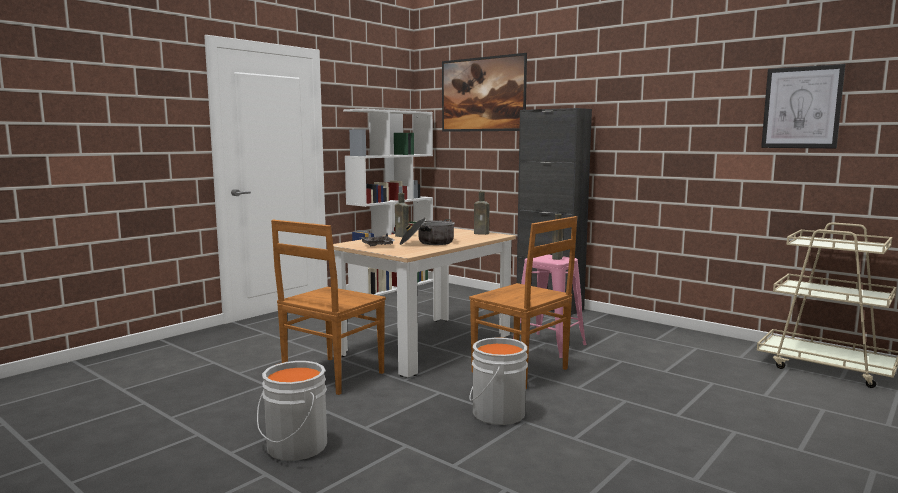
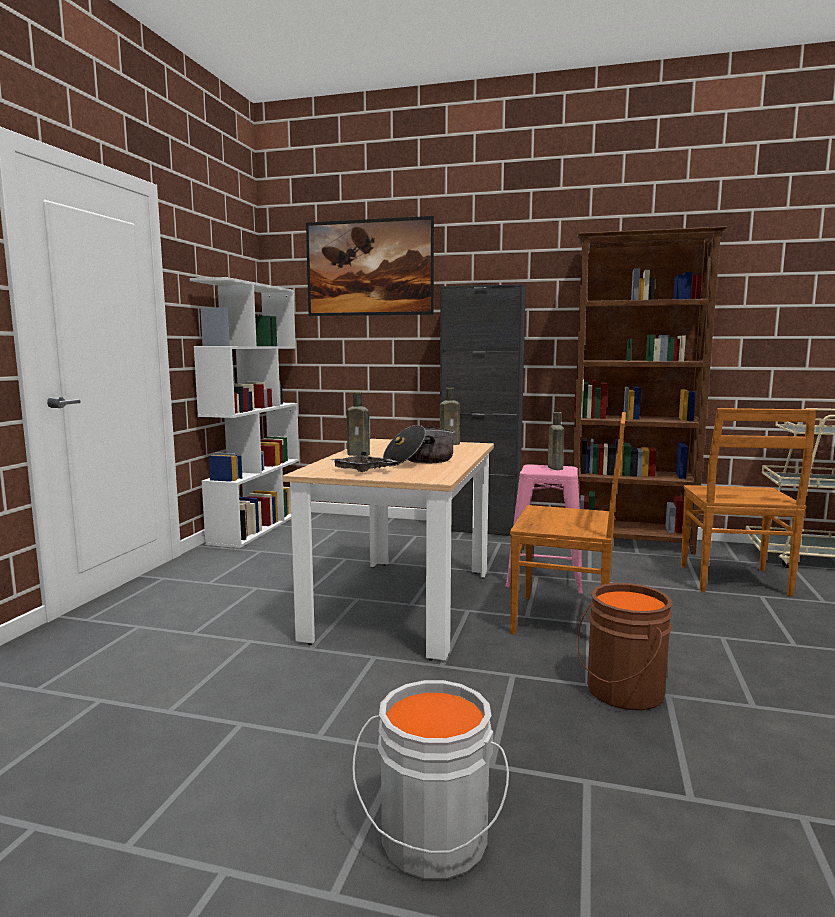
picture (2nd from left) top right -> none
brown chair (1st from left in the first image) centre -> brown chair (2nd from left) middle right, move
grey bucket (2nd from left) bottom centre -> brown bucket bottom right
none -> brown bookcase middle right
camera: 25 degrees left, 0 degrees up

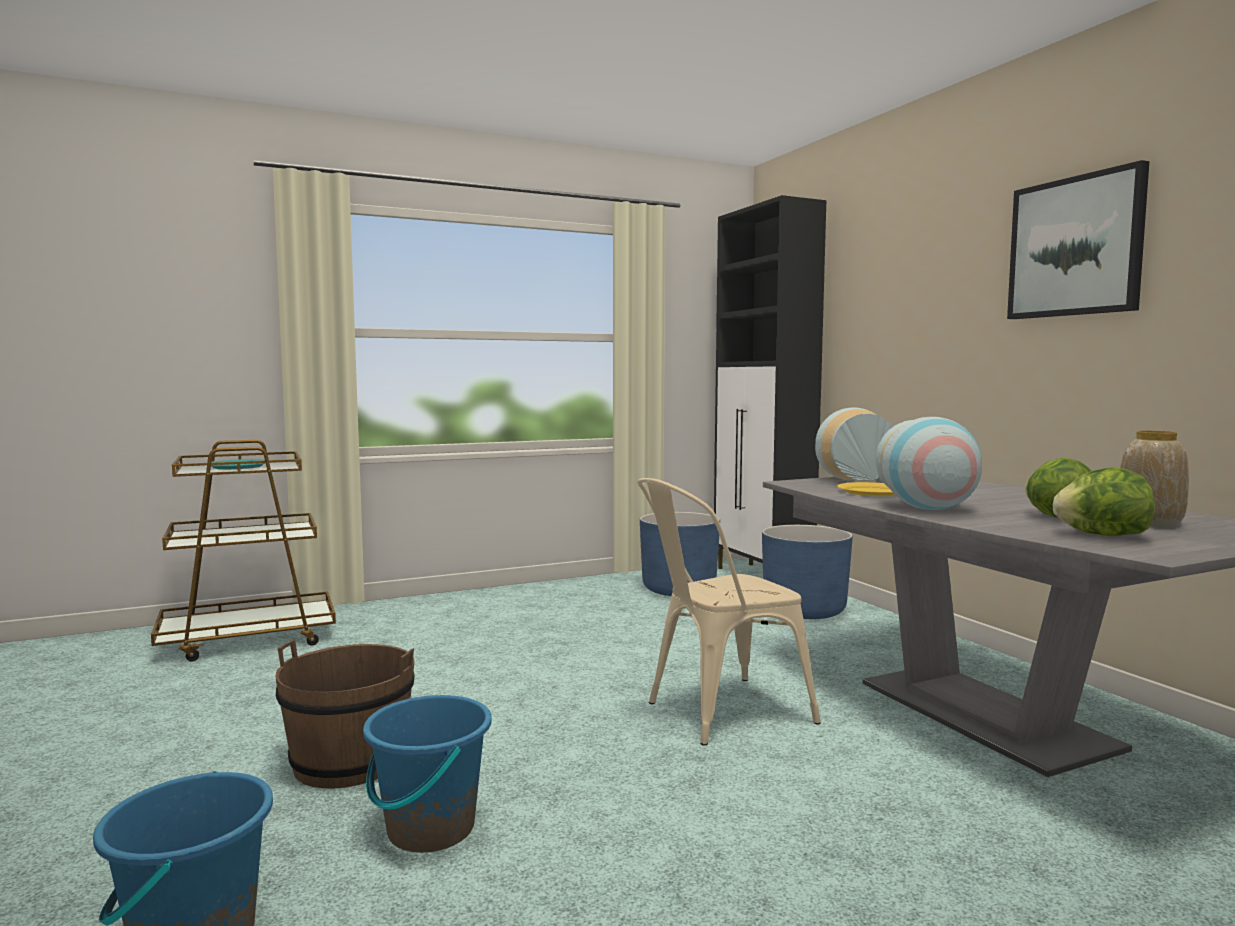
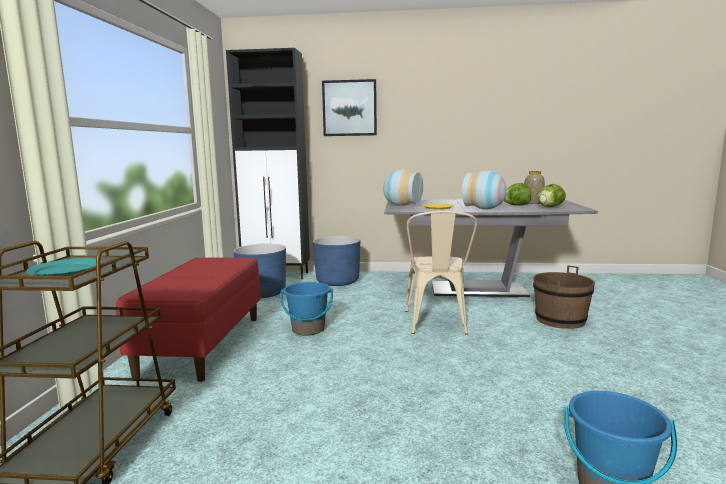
picture top right -> picture top centre, move
brown bucket bottom left -> brown bucket middle right, move
blue bucket (2nd from left in the first image) bottom centre -> blue bucket (1st from left) centre, move
none -> red bench middle left
camera: 60 degrees left, 5 degrees up

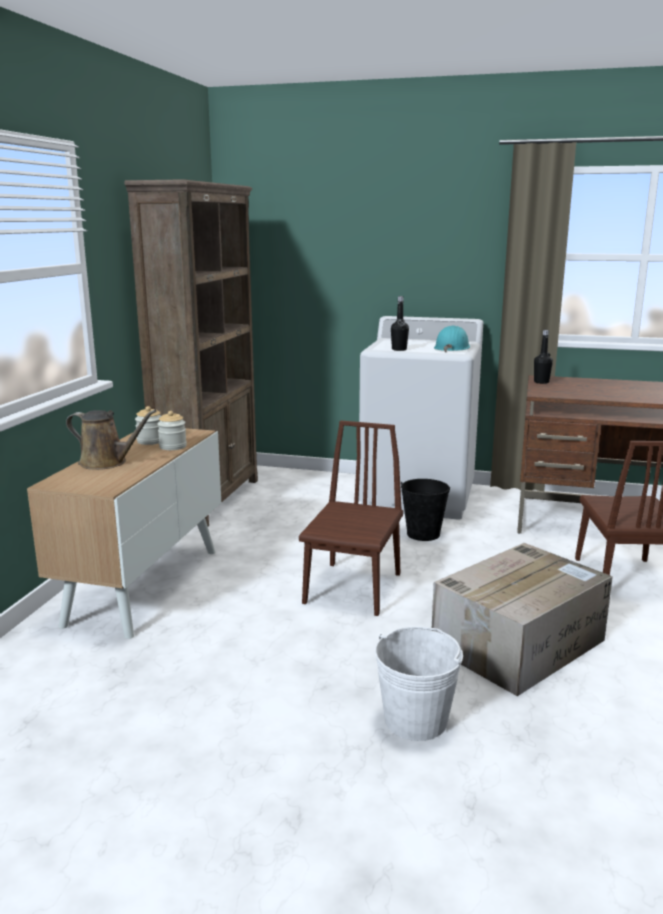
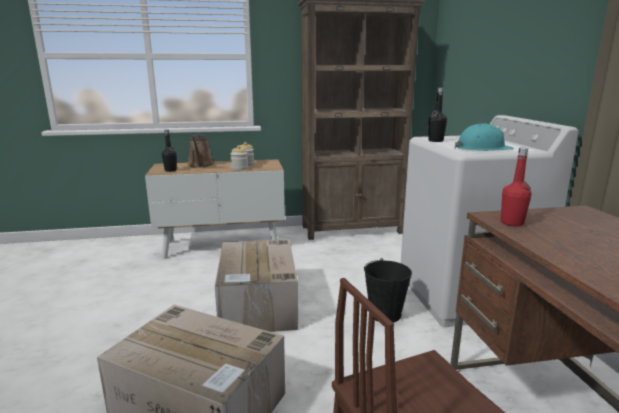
black bottle (2nd from left in the first image) middle right -> black bottle (1st from left) middle left, move
brown chair (1st from left) centre -> cardboard box (2nd from left) bottom centre
white bucket bottom centre -> none
none -> red bottle middle right
camera: 65 degrees right, 0 degrees up

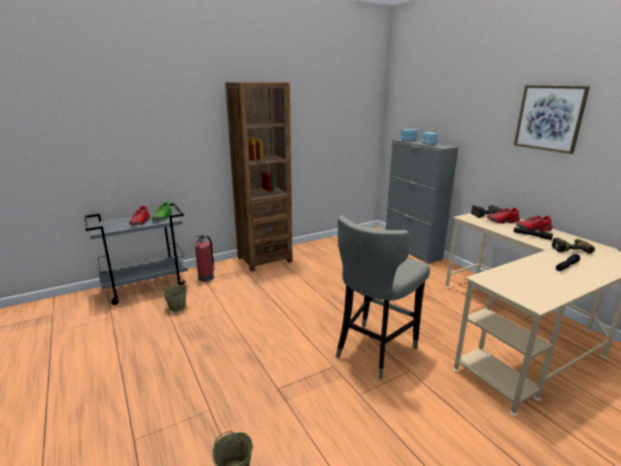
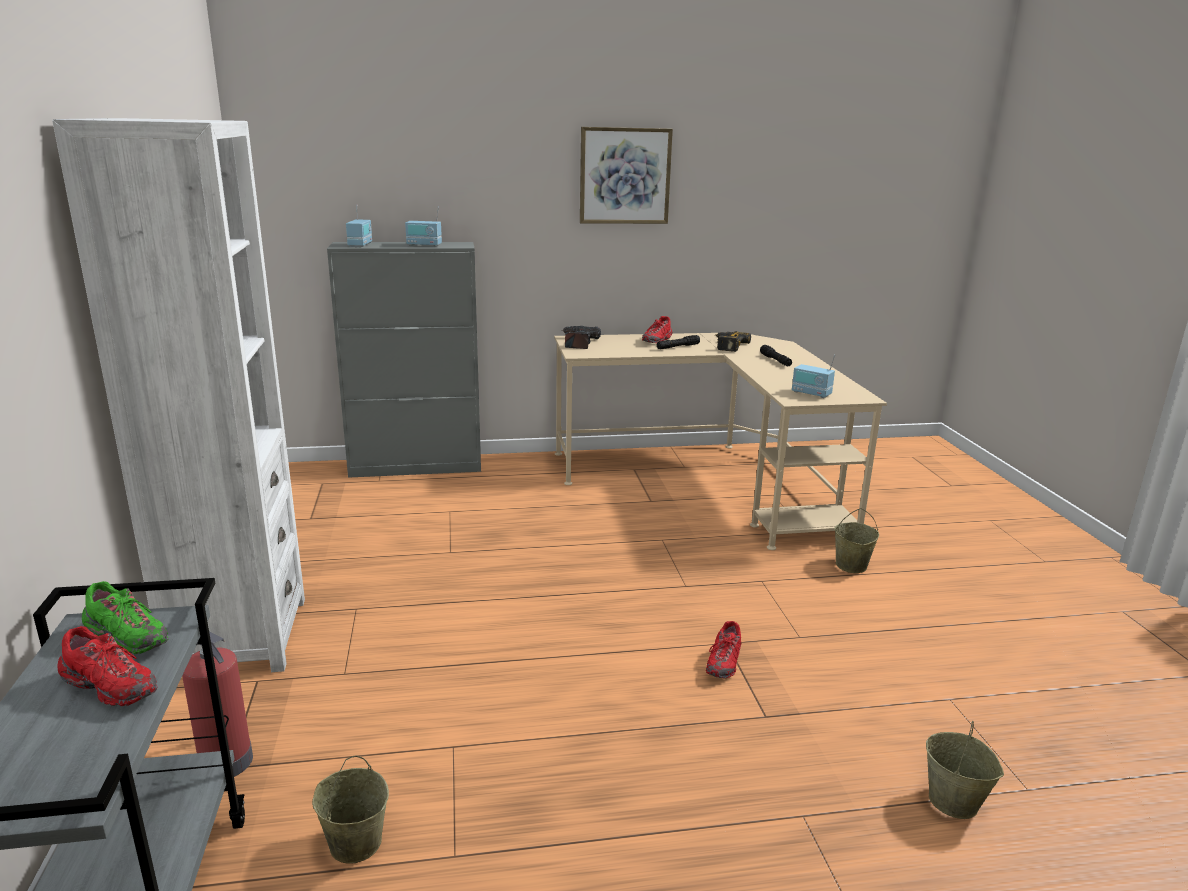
brown bookcase centre -> white bookcase middle left
red shoe (2nd from left in the first image) middle right -> red shoe (3rd from left) bottom centre, move
grey stool centre -> none
none -> radio (3rd from left) middle right
none -> beige bucket (2nd from left) middle right
camera: 70 degrees left, 0 degrees up

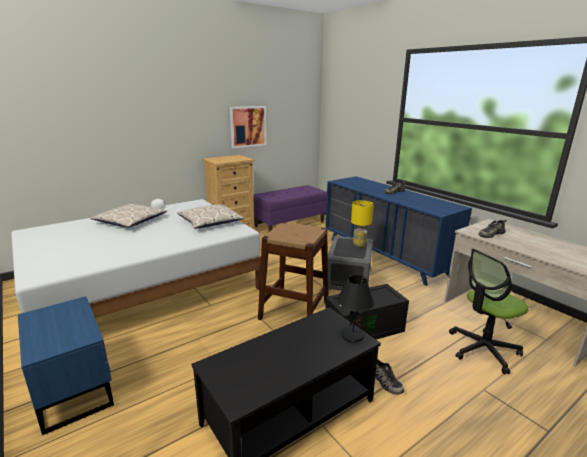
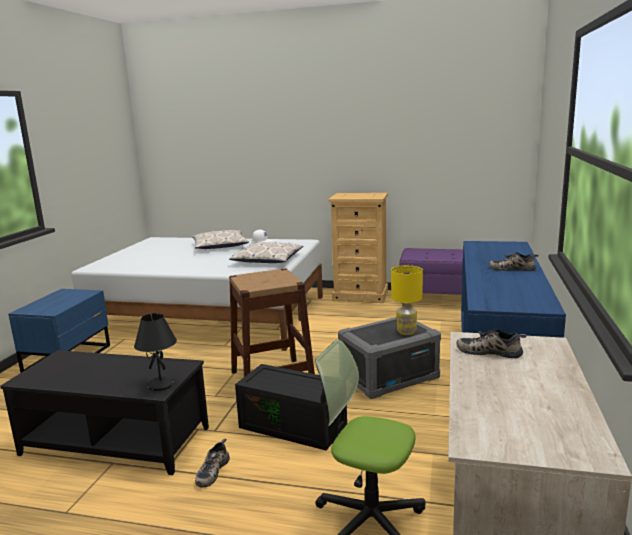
picture top centre -> none
camera: 50 degrees right, 5 degrees down

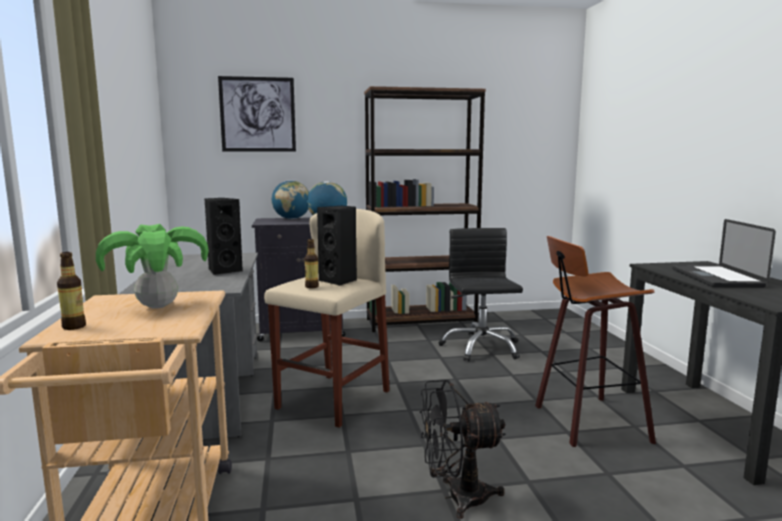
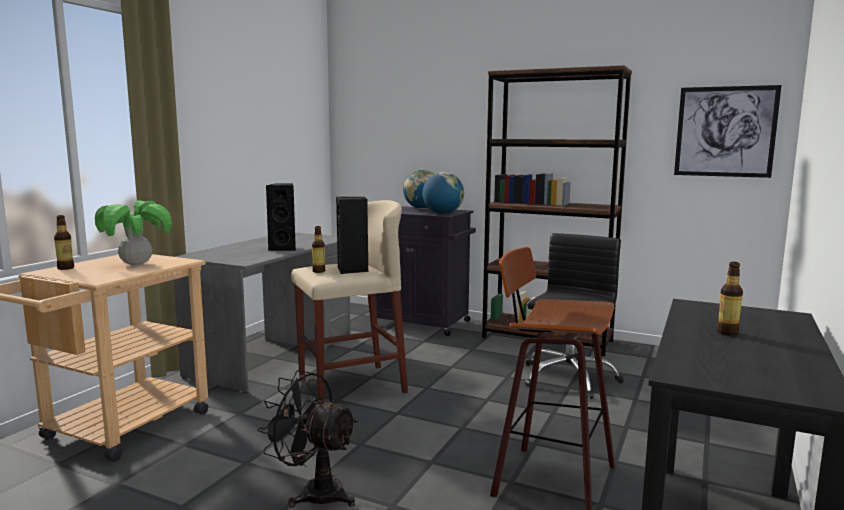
picture top left -> picture top right, move
laptop middle right -> bottle (3rd from left) middle right
camera: 35 degrees right, 0 degrees up

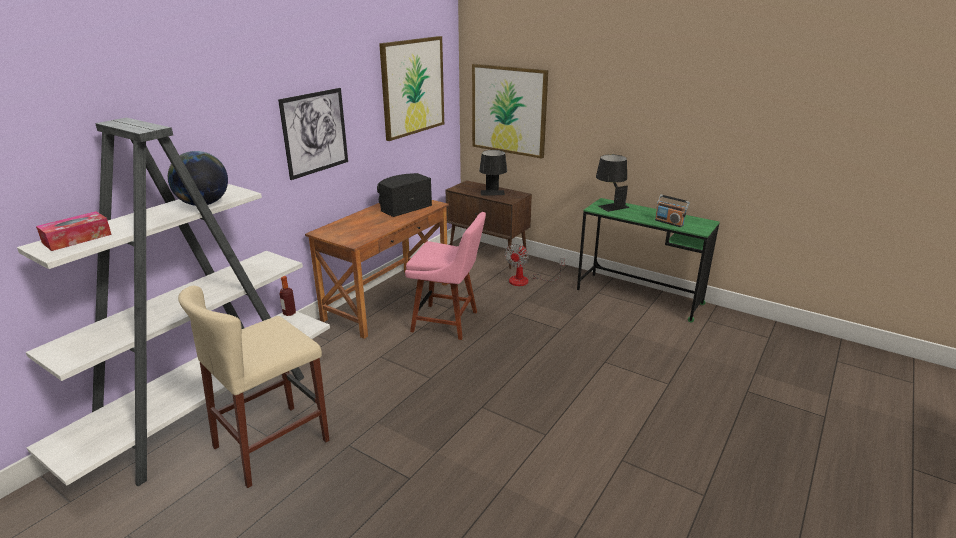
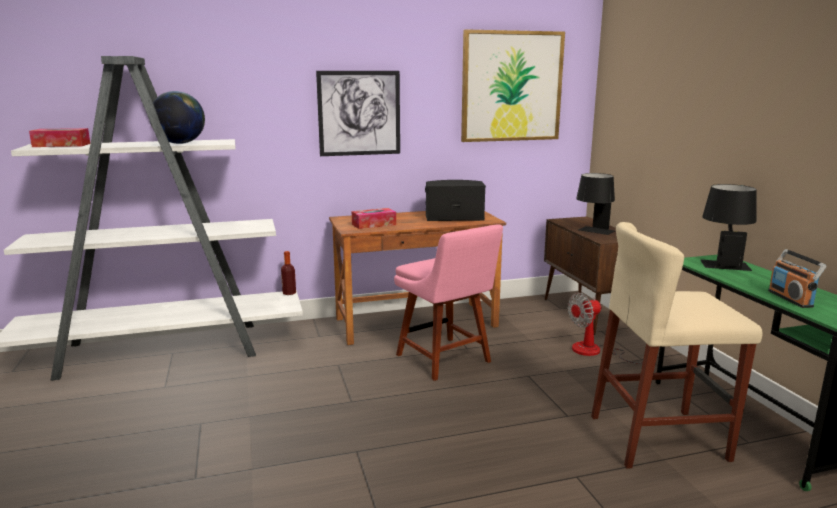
picture (3rd from left) top centre -> none
beige stool bottom left -> beige stool bottom right, move
none -> tissue box (2nd from left) centre
camera: 40 degrees right, 10 degrees down

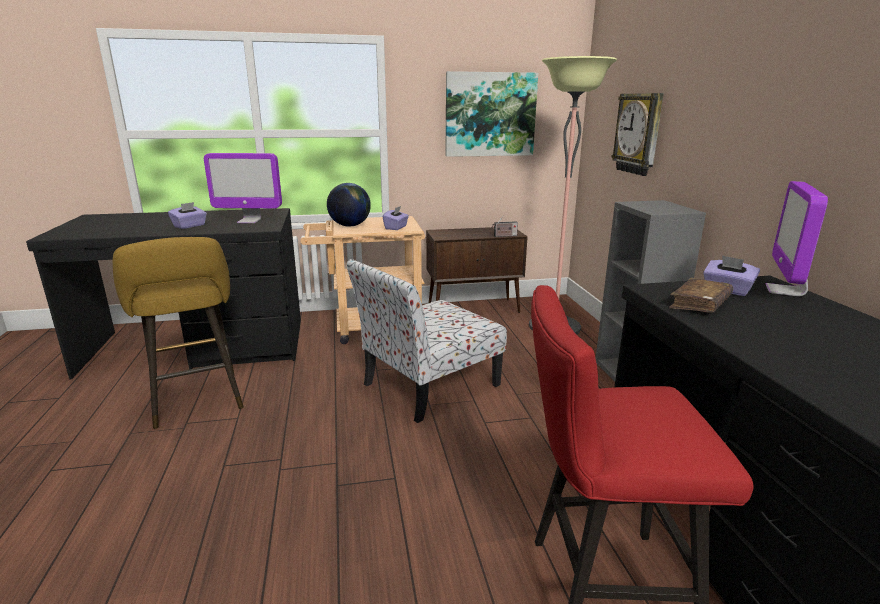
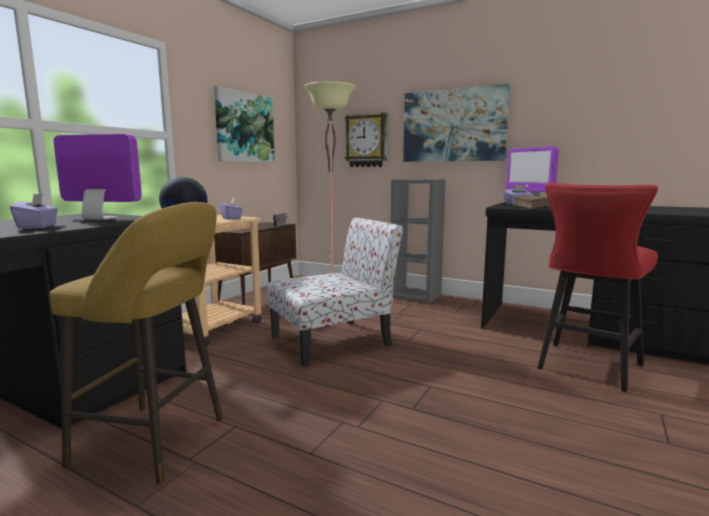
monitor (1st from left) top left -> monitor (1st from left) middle left, 120 degrees counterclockwise
chair centre, 120 degrees counterclockwise
none -> picture (2nd from left) top centre
camera: 50 degrees left, 10 degrees down

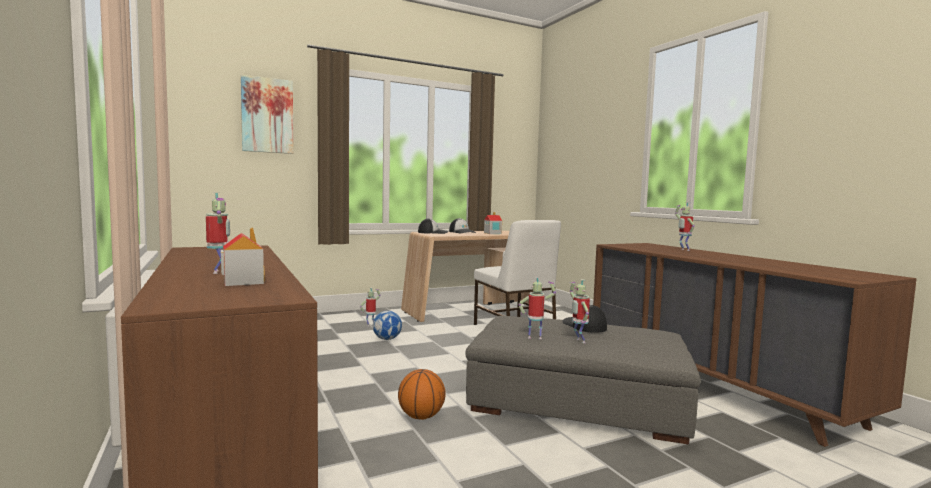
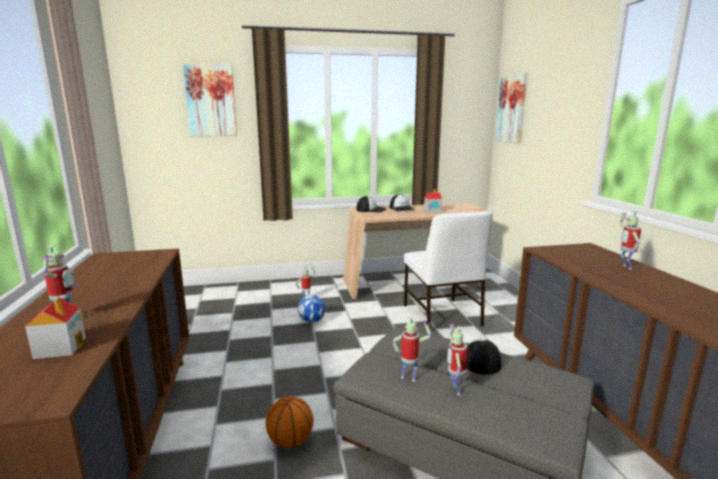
none -> picture (2nd from left) top right
camera: 15 degrees right, 10 degrees up

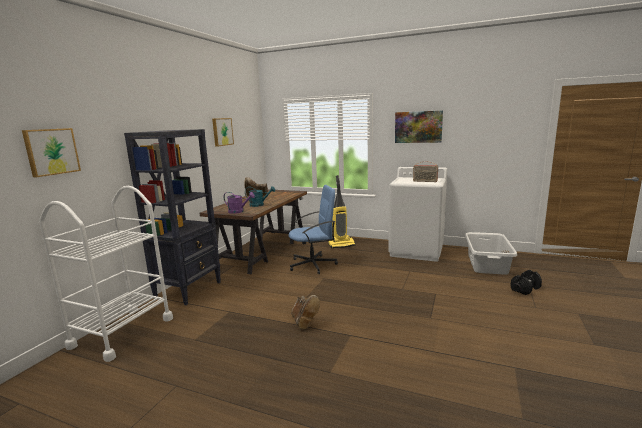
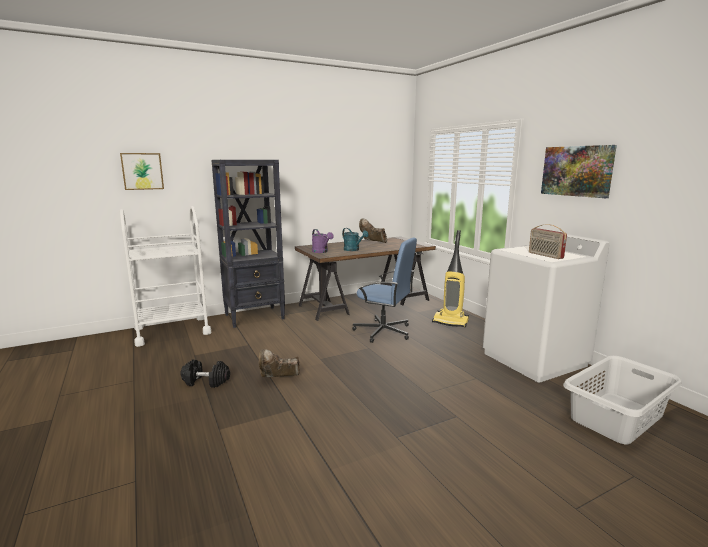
picture (2nd from left) top centre -> none
black dumbbell middle right -> black dumbbell bottom left, move
brown boot (2nd from left in the first image) bottom centre -> brown boot (1st from left) centre, 60 degrees clockwise
camera: 40 degrees right, 0 degrees up

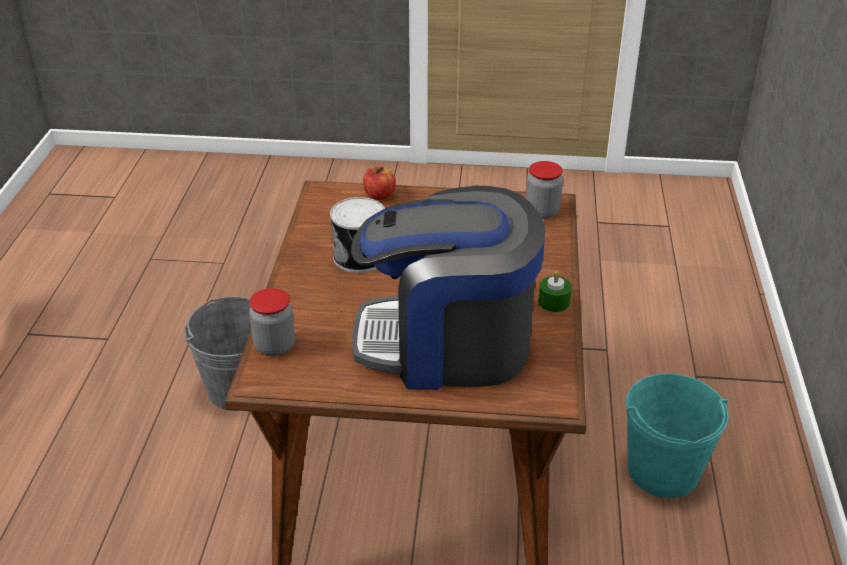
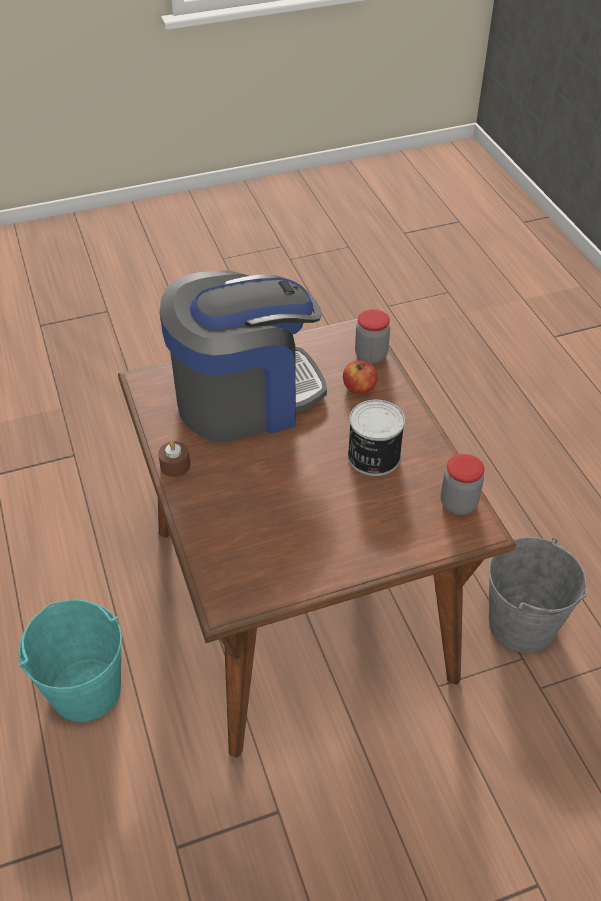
jar (2nd from left) centre -> jar (2nd from left) middle right, move
apple top centre -> apple centre, move
green candle centre -> brown candle middle left
camera: 155 degrees right, 10 degrees up

